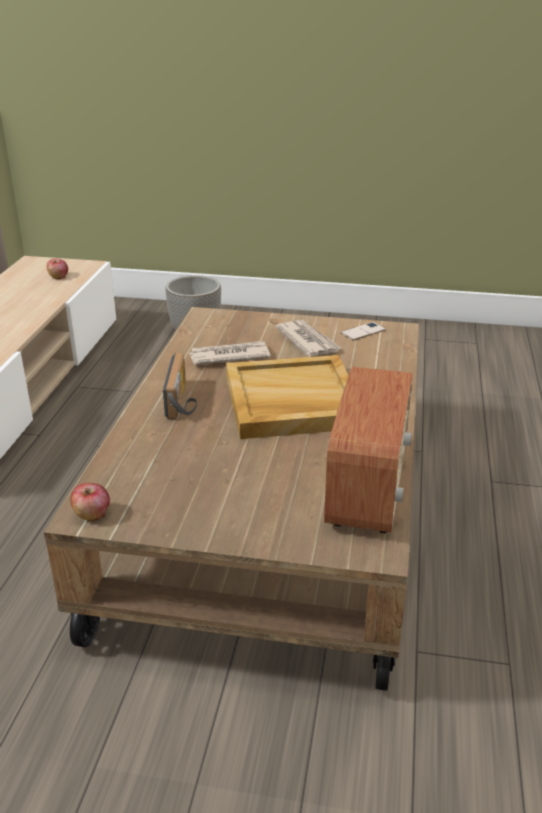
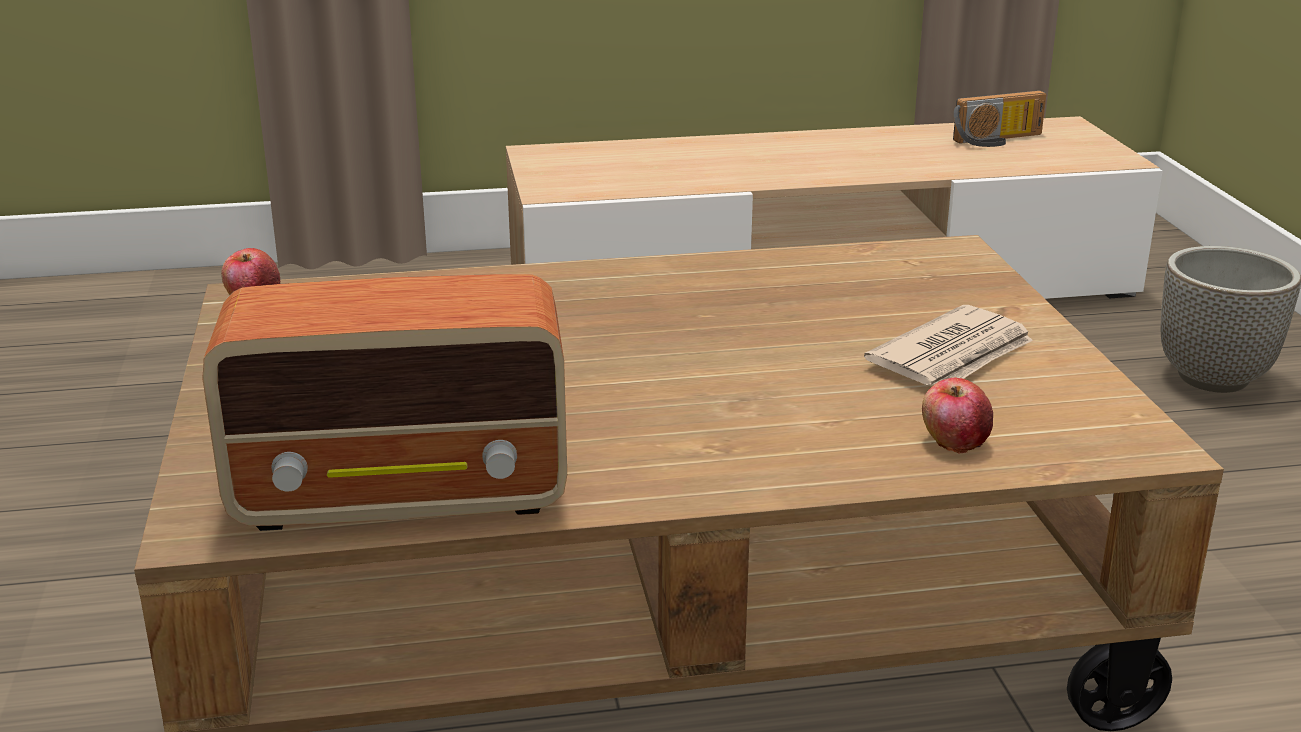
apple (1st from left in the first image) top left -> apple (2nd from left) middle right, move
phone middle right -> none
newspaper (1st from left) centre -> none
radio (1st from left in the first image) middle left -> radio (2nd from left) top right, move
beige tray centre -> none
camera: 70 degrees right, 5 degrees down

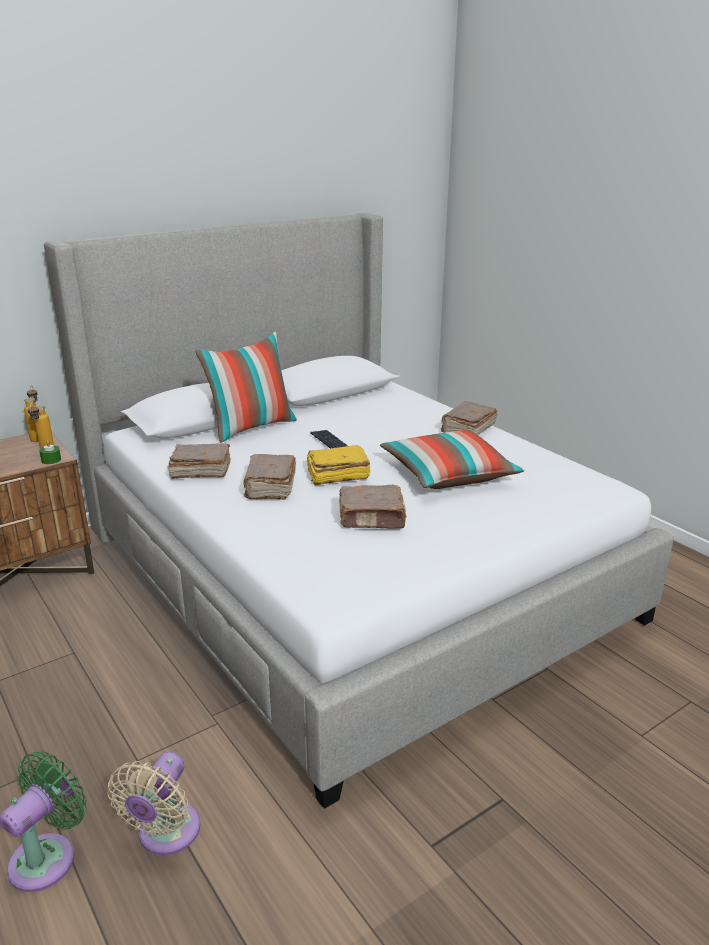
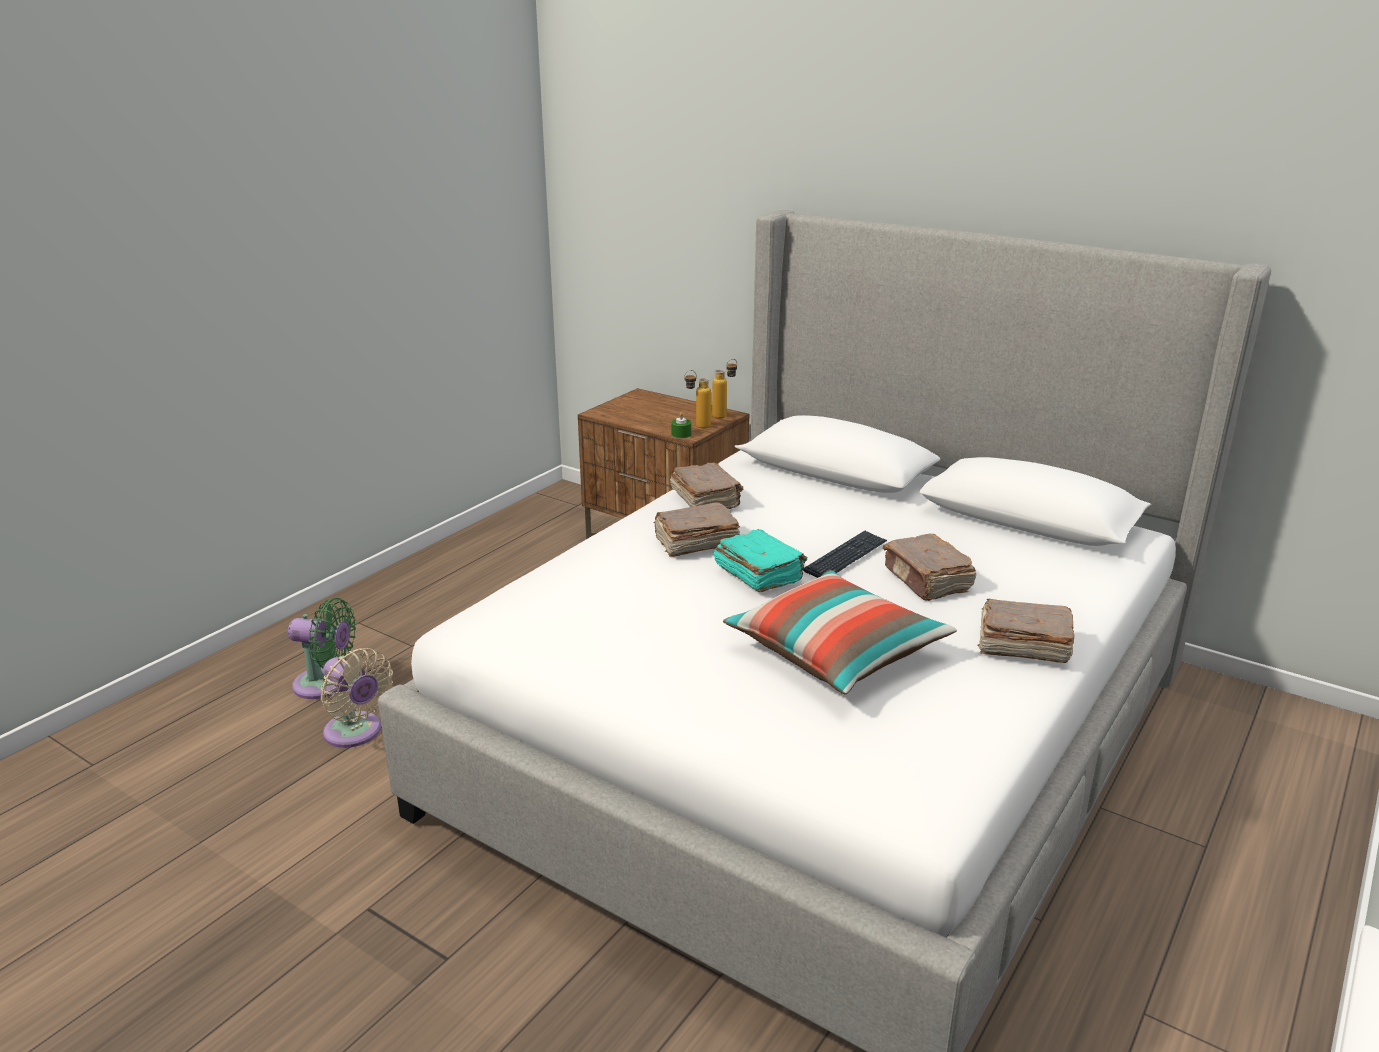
pillow (1st from left) centre -> none
yellow book centre -> turquoise book centre
brown book (3rd from left) centre -> brown book (3rd from left) middle right, move
beige fan bottom left -> beige fan middle left, 135 degrees counterclockwise
camera: 70 degrees right, 0 degrees up

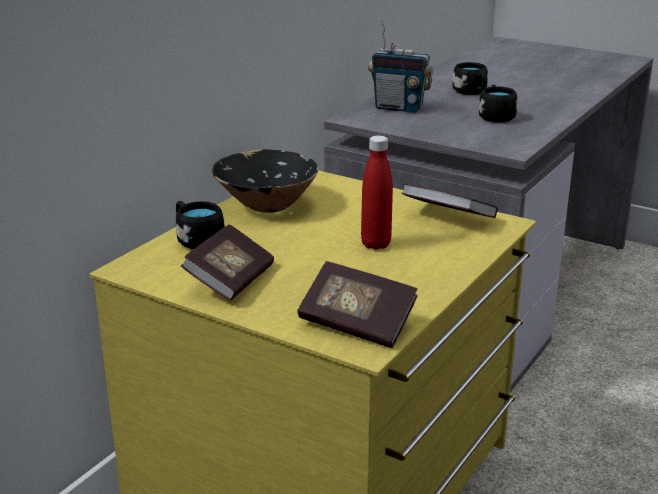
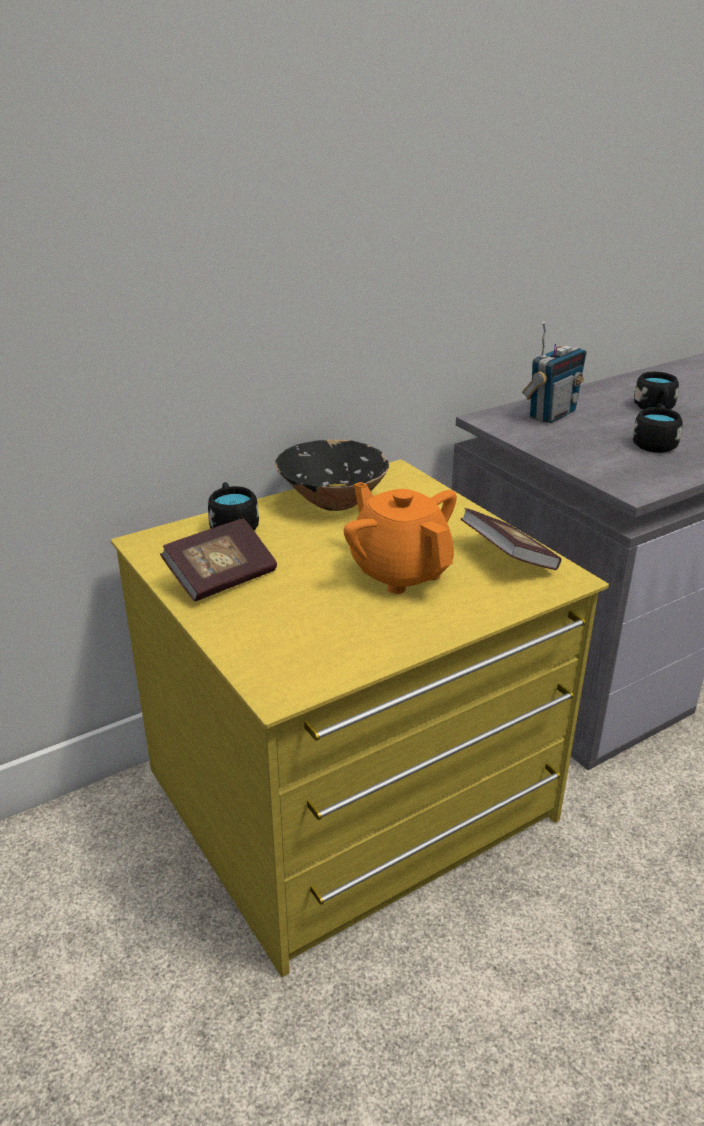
radio top centre -> radio top right, 90 degrees counterclockwise
red bottle centre -> orange teapot centre
book (2nd from left) centre -> none
camera: 25 degrees right, 5 degrees up

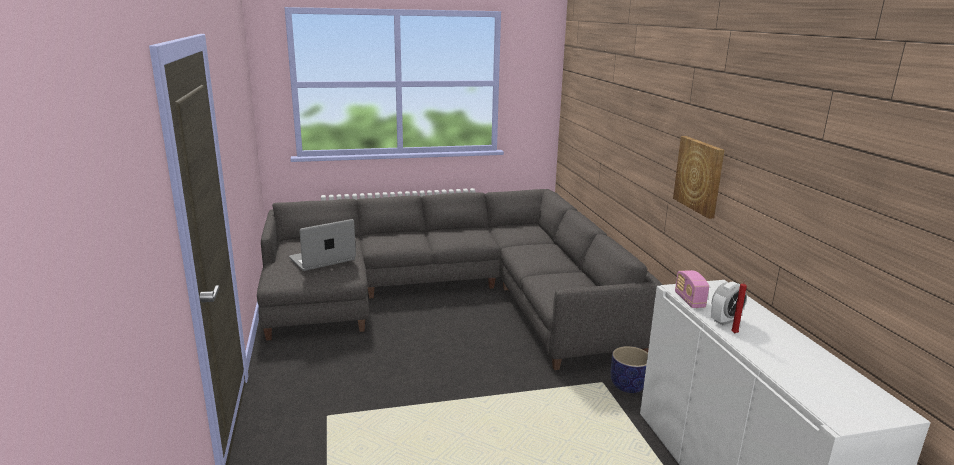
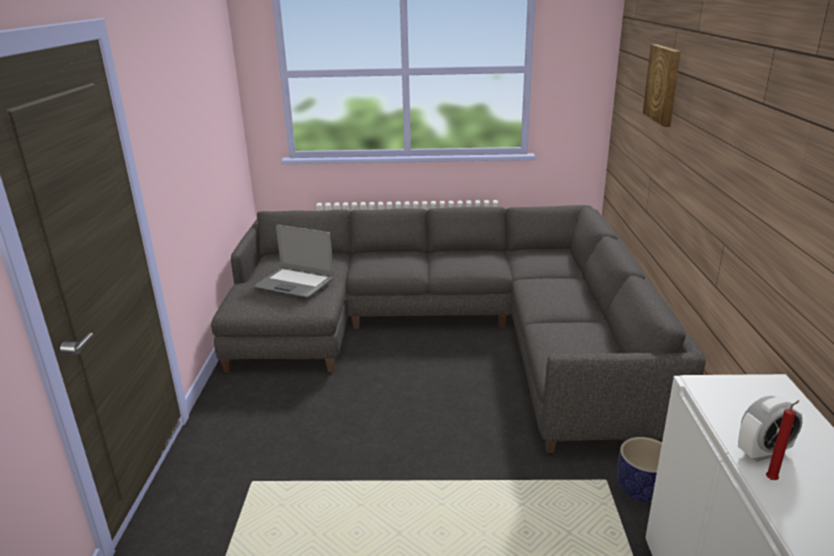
picture middle right -> picture top right, move
laptop centre, 135 degrees counterclockwise
radio middle right -> none
camera: 15 degrees right, 5 degrees up

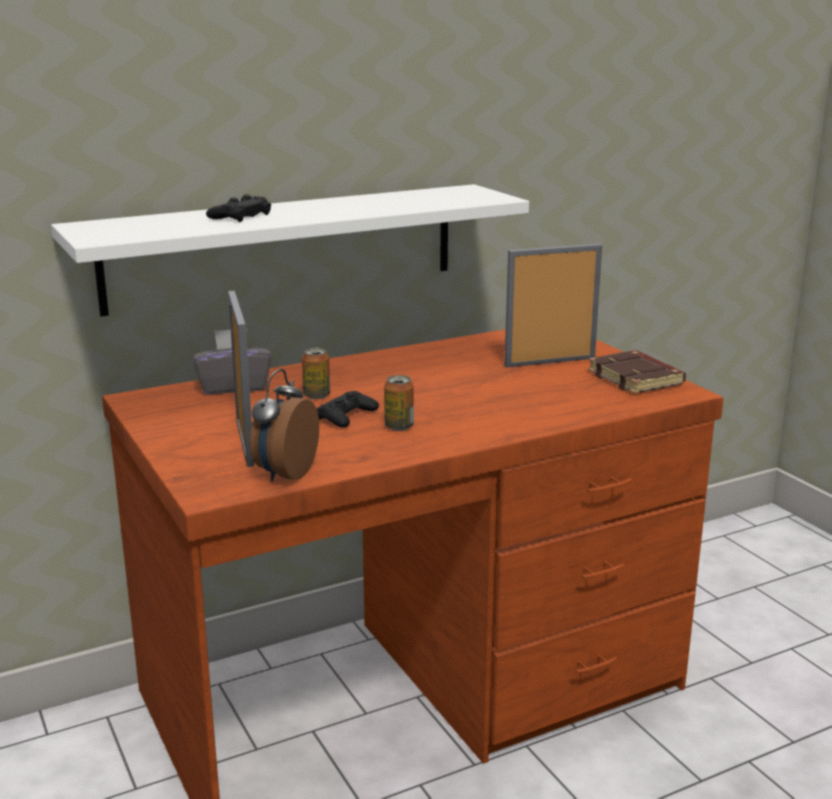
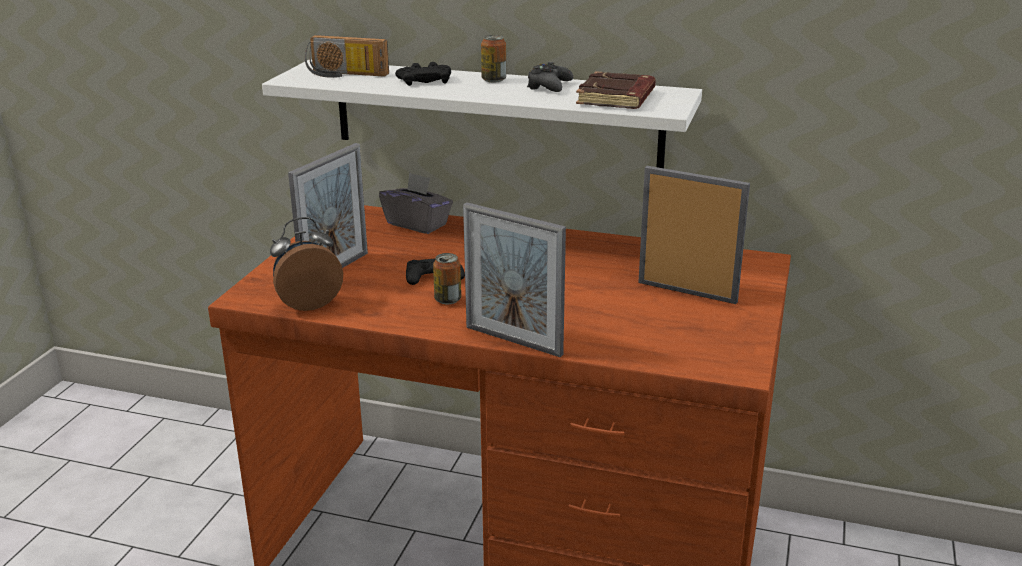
can (1st from left in the first image) centre -> can (2nd from left) top centre, move
brown book middle right -> brown book top centre, move
none -> radio top centre
none -> black game controller (3rd from left) top centre
none -> picture frame (2nd from left) centre
camera: 45 degrees right, 5 degrees up

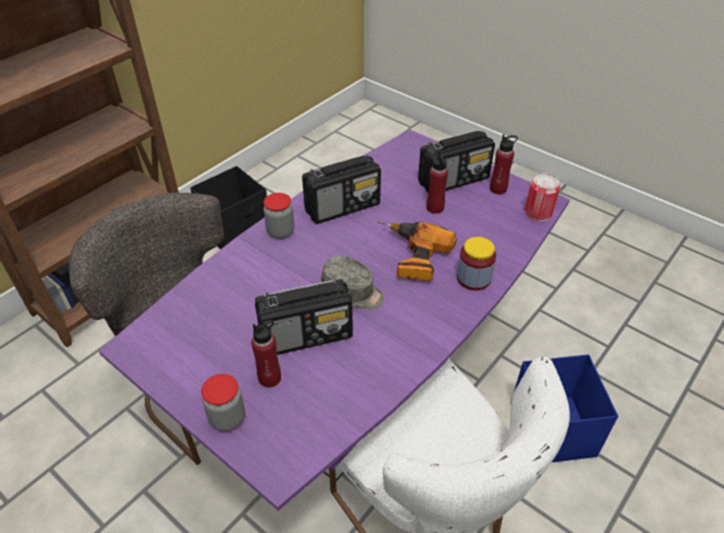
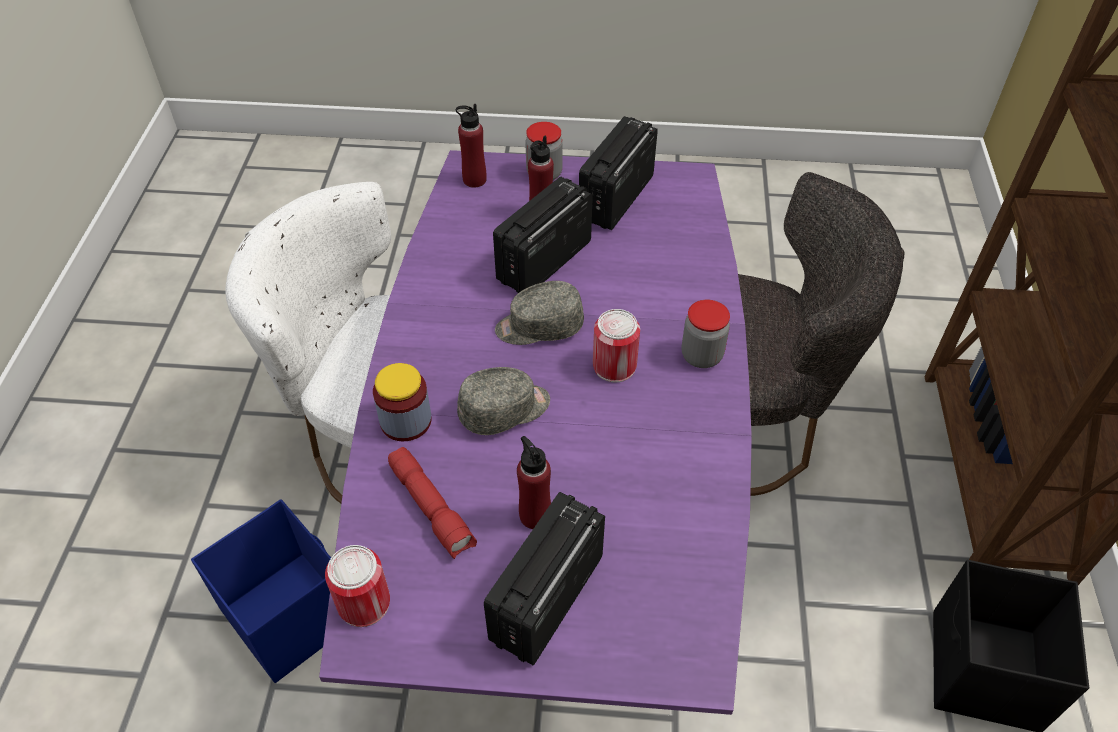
red bottle (3rd from left in the first image) top right -> red bottle (1st from left) top centre, move
radio (2nd from left in the first image) centre -> radio (3rd from left) top centre, move
power drill centre -> grey cap (1st from left) centre
none -> can (2nd from left) centre
none -> red flashlight bottom centre
camera: 145 degrees right, 5 degrees up

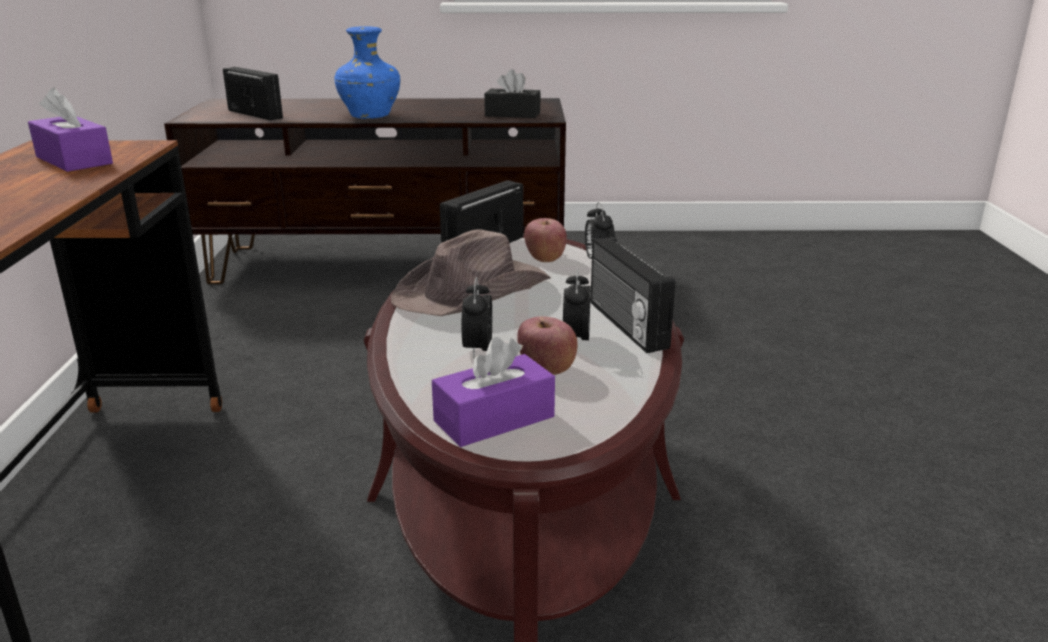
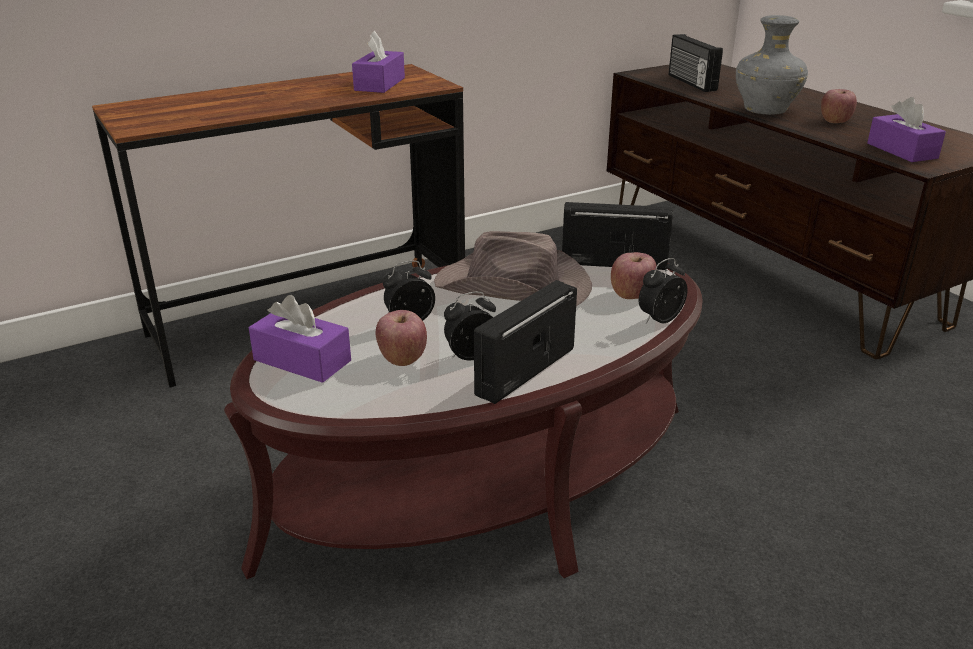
blue vase top centre -> grey vase top right
radio (1st from left in the first image) top left -> radio (3rd from left) top right, 150 degrees clockwise
black tissue box top centre -> purple tissue box (3rd from left) top right
none -> apple (3rd from left) top right
camera: 60 degrees right, 5 degrees up

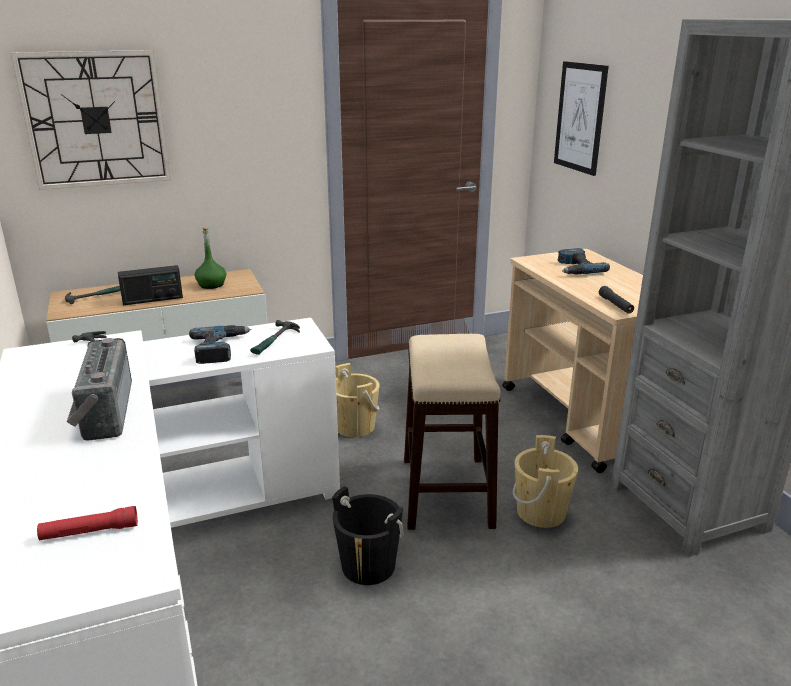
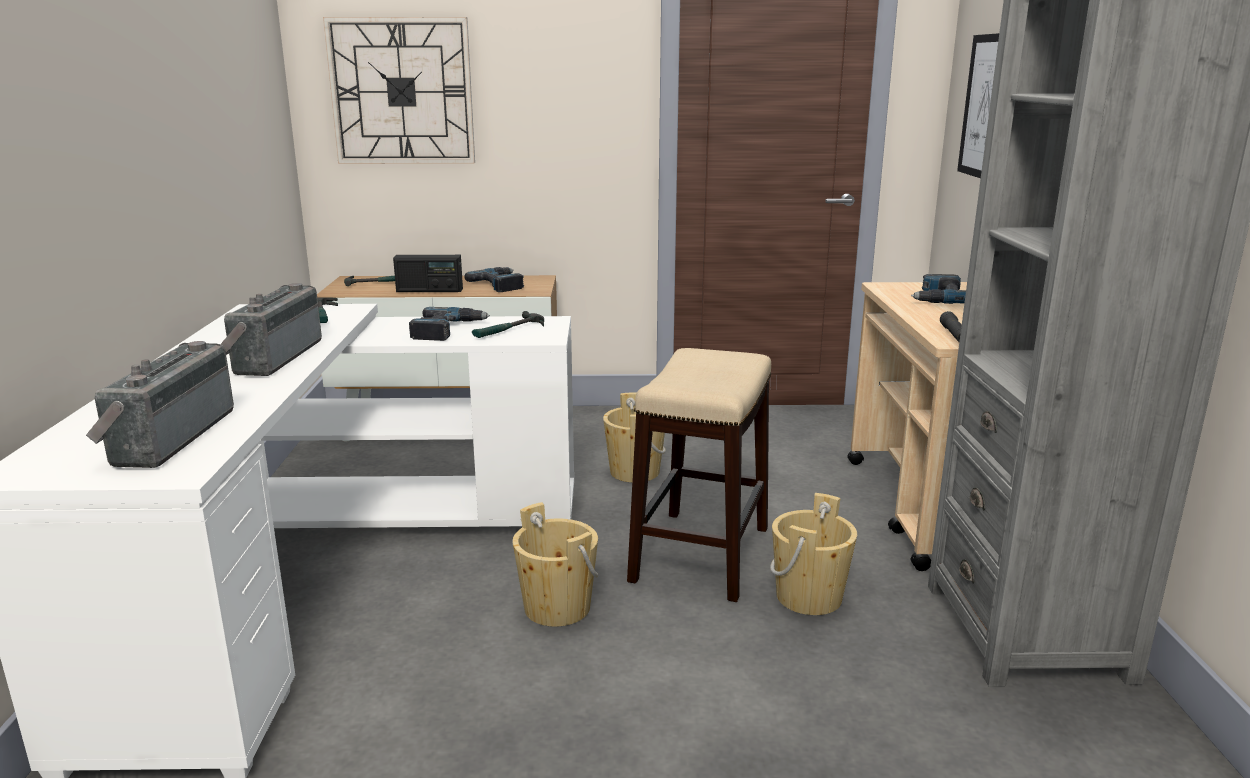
green bottle middle left -> power drill (2nd from left) centre
black bucket bottom centre -> beige bucket (1st from left) bottom centre
red flashlight bottom left -> radio (1st from left) middle left
camera: 20 degrees right, 5 degrees down

